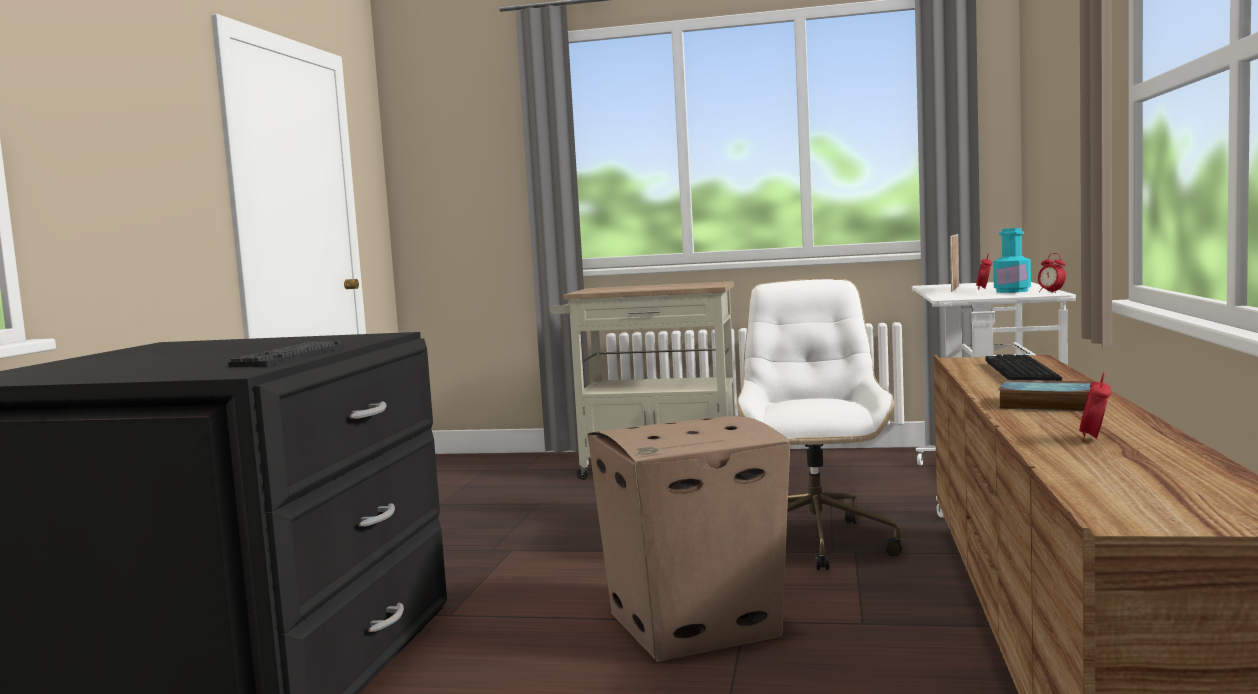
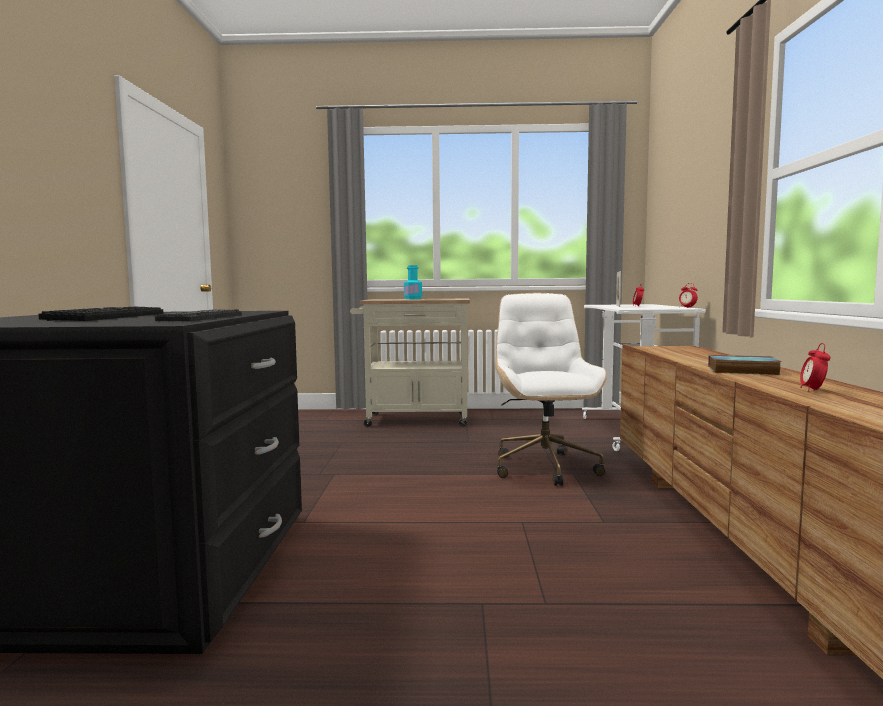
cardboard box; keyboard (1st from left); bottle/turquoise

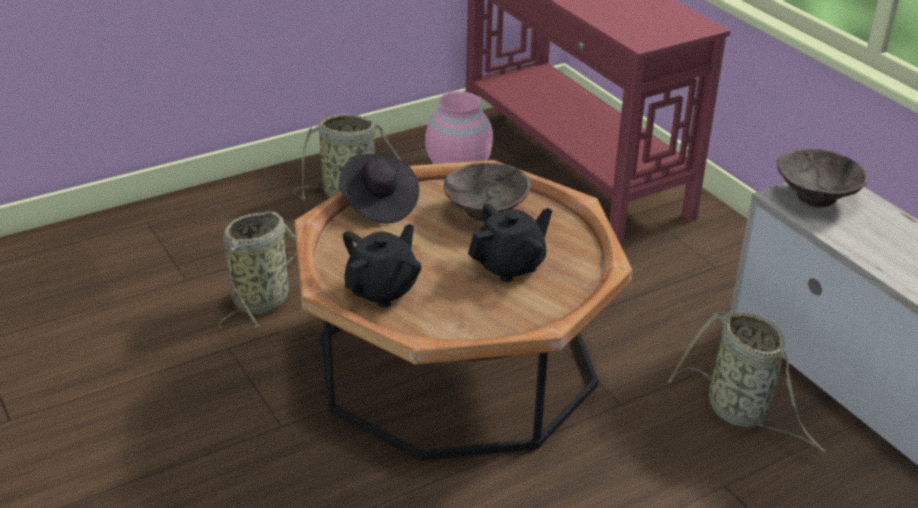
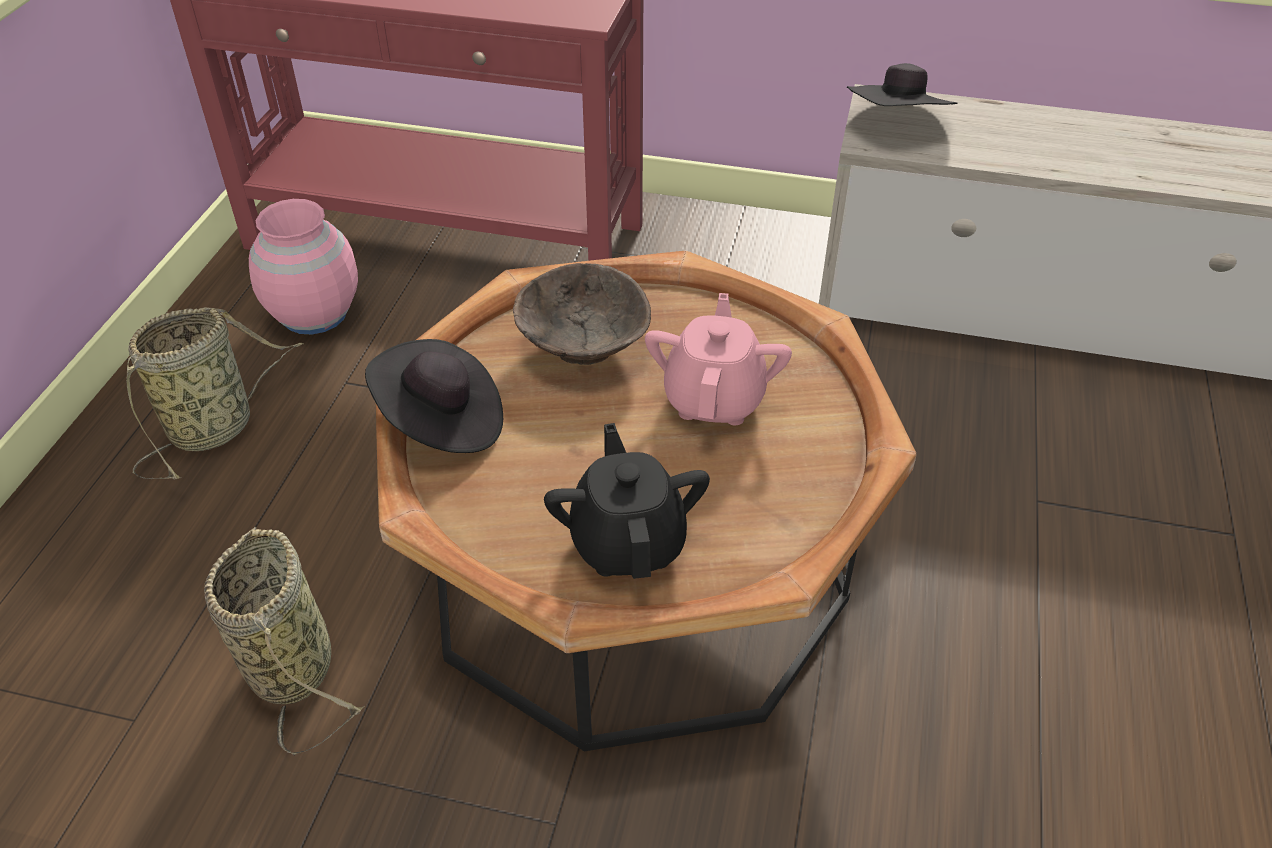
teapot/pink; basket (3rd from left in the first image); hat/black (2nd from left)

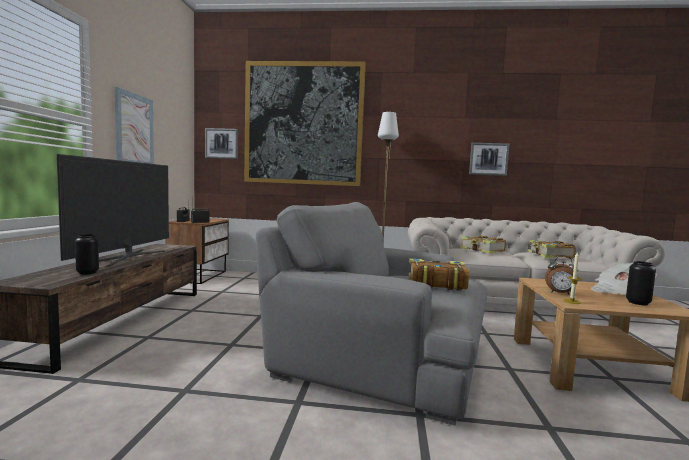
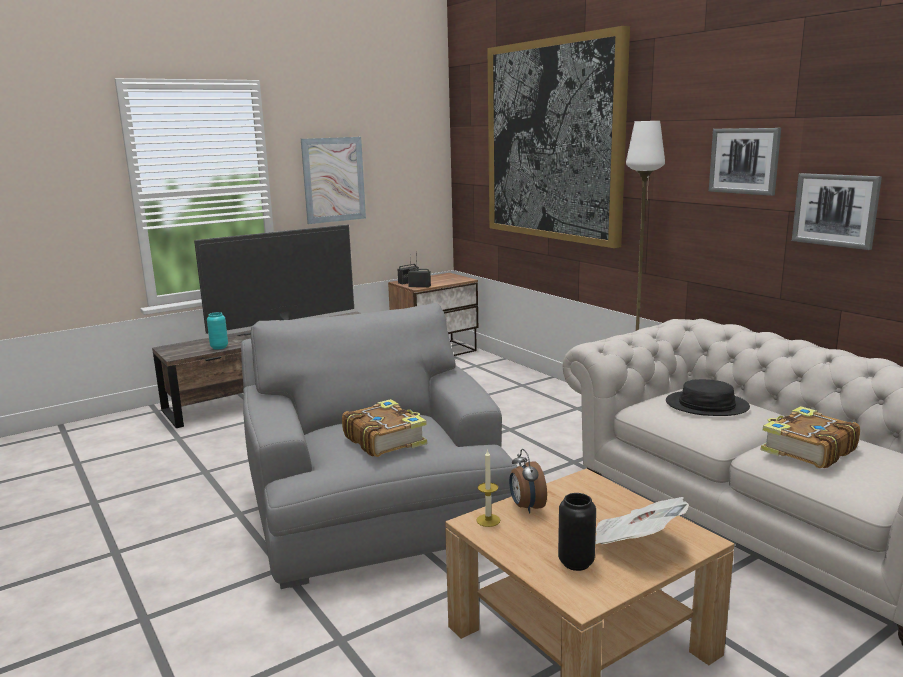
vase/turquoise; picture (3rd from left); hat/black

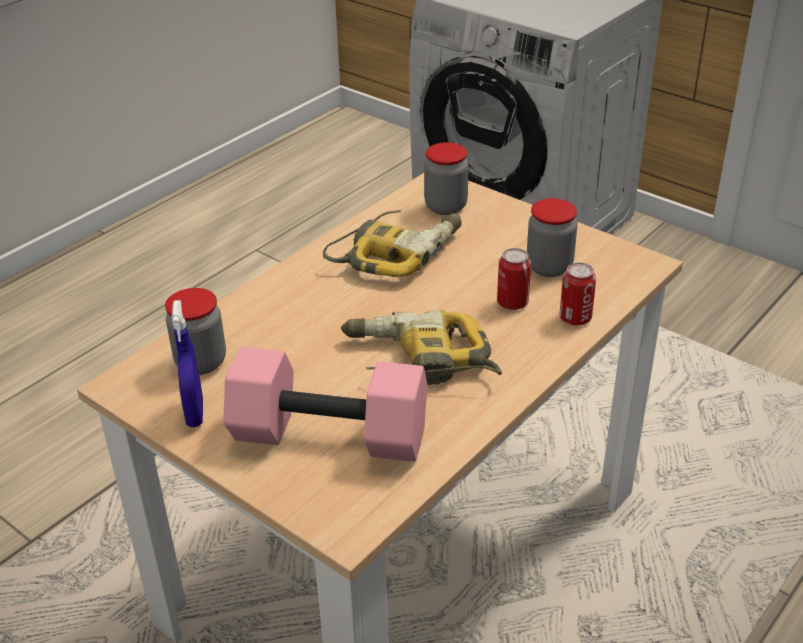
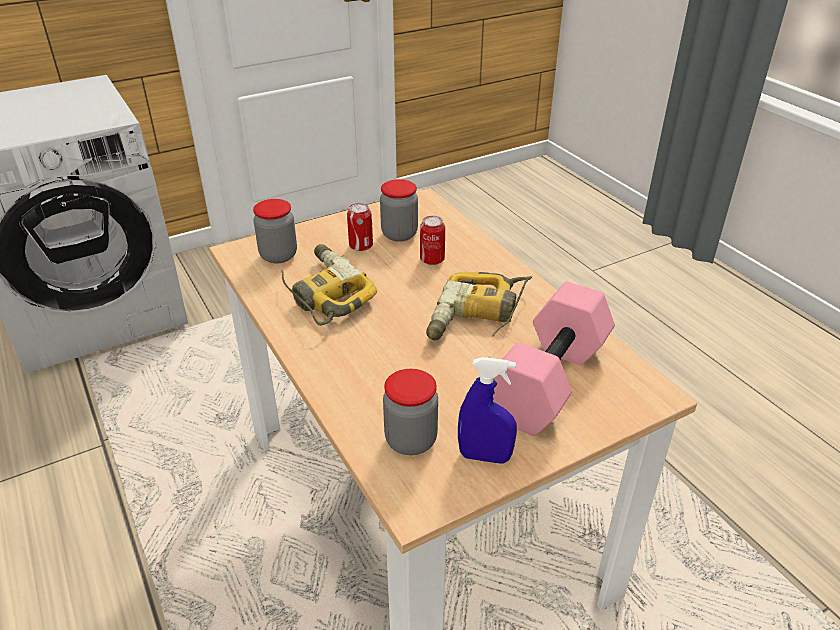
can (1st from left)

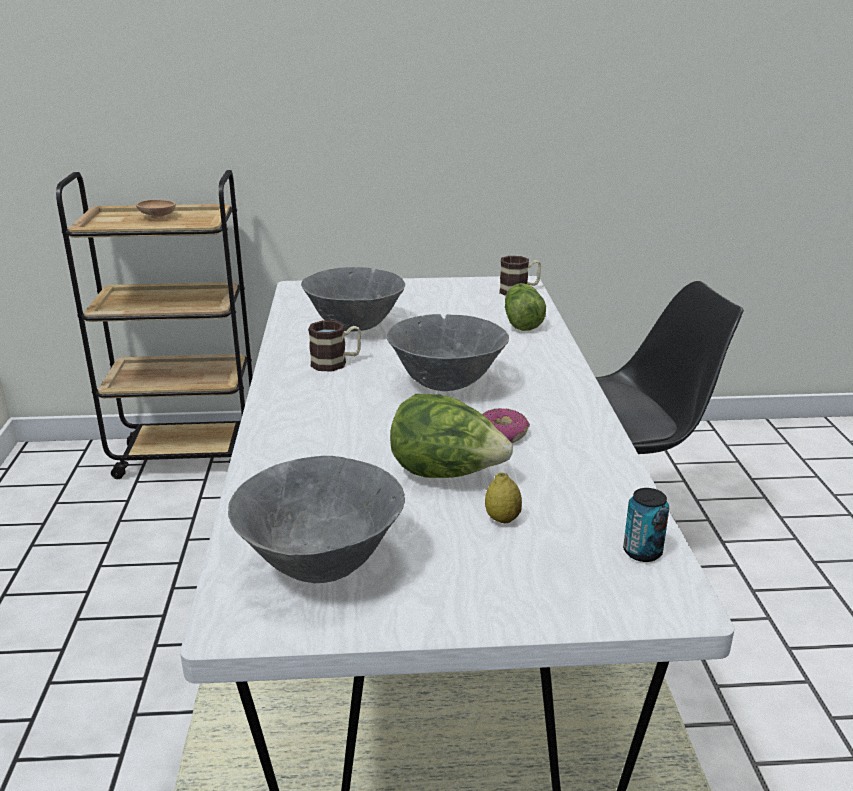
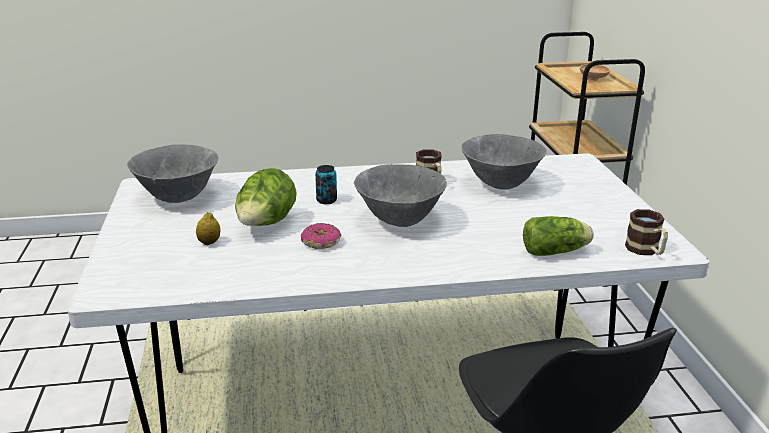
can

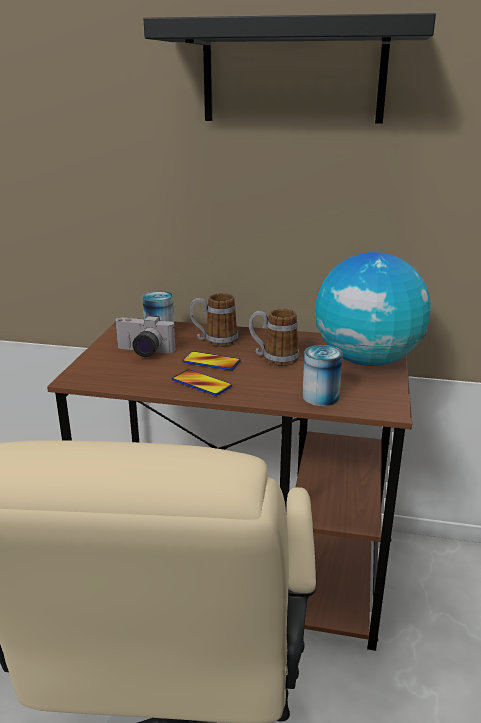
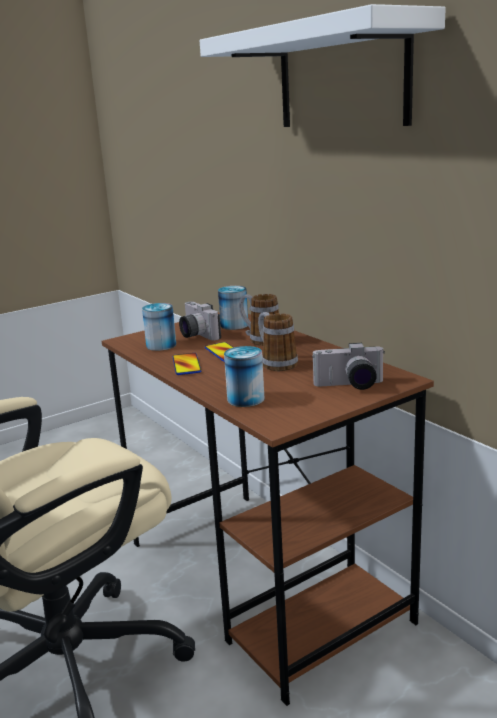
shelf/white; photo camera (2nd from left); can (1st from left)

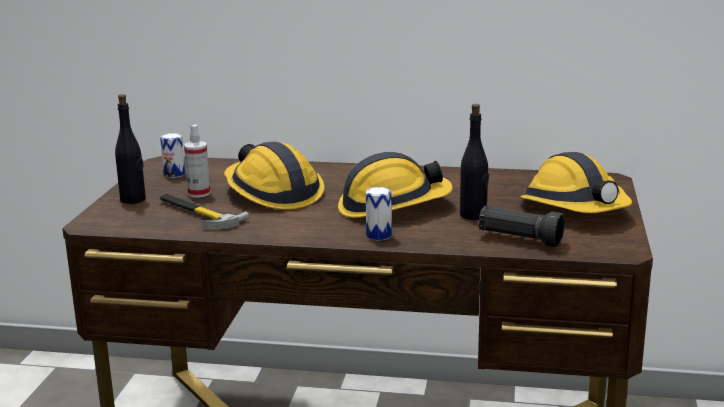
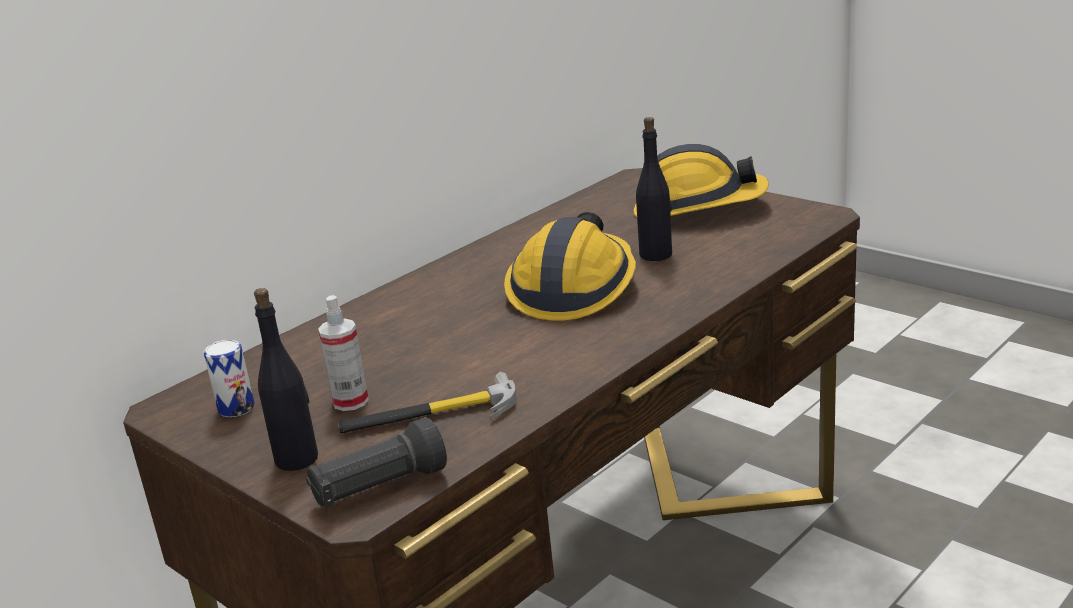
hard hat (1st from left in the first image); can (2nd from left in the first image); flashlight/black

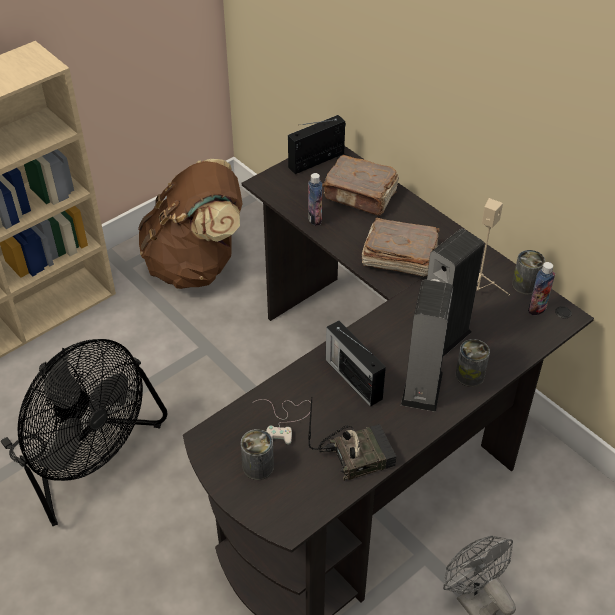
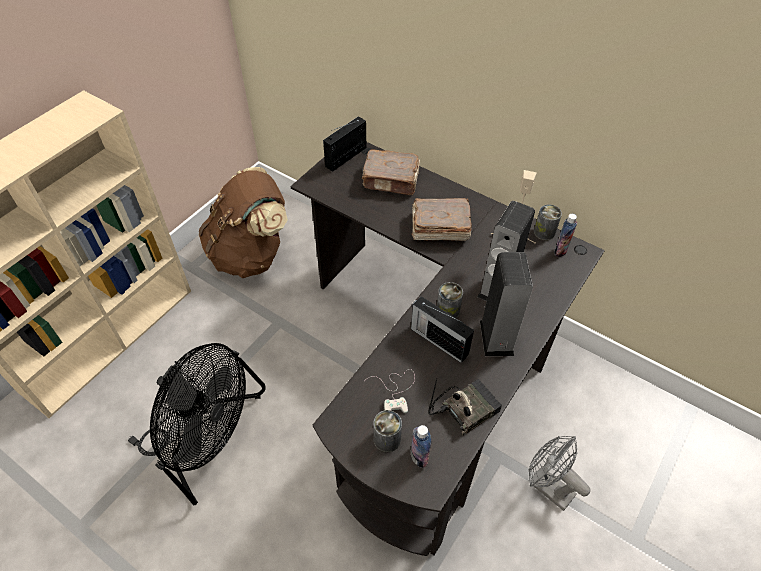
bottle (1st from left); can (2nd from left)

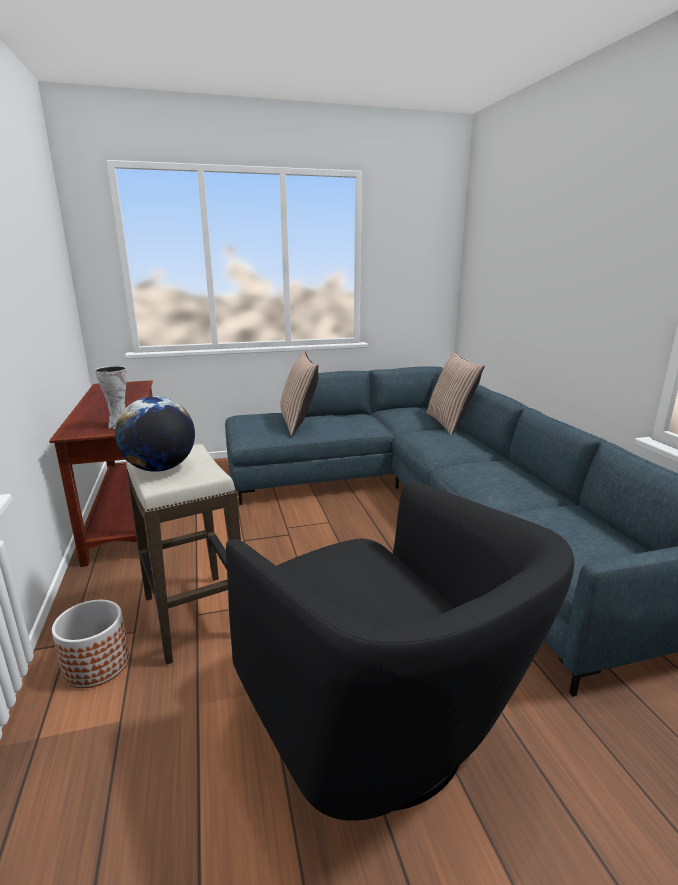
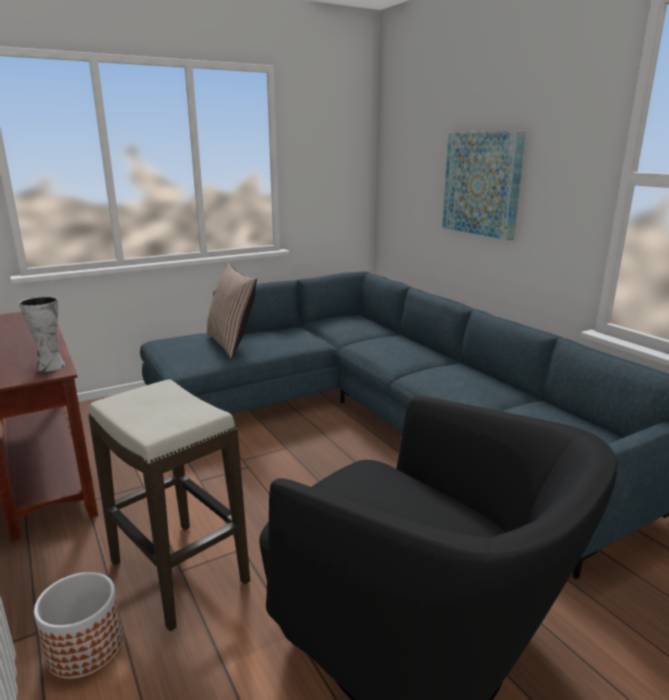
globe; pillow (2nd from left in the first image); picture

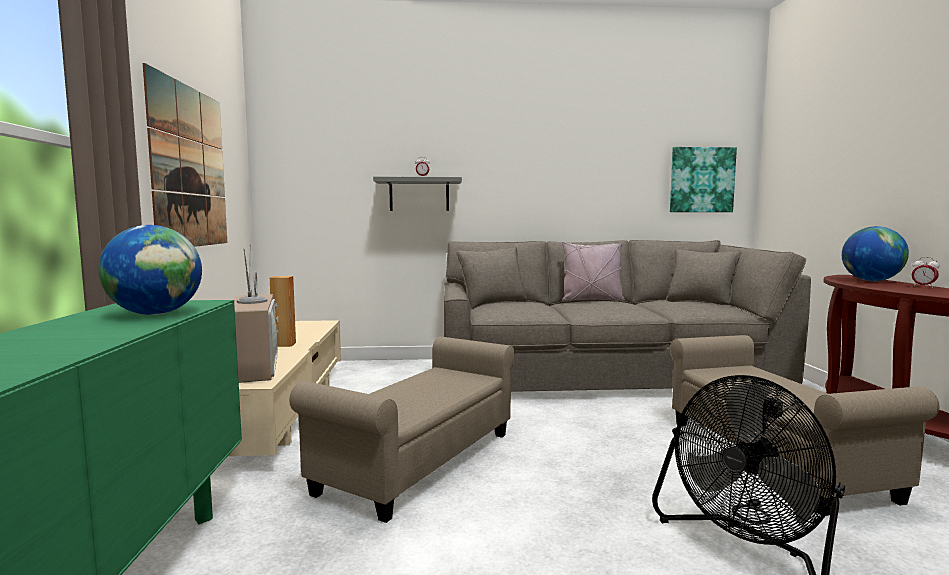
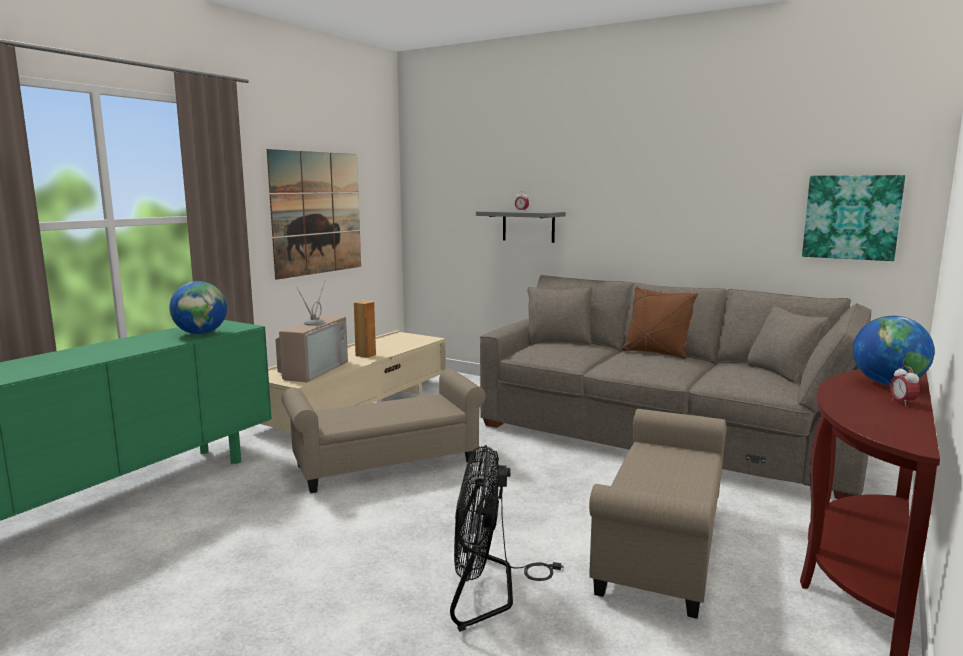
pillow/brown

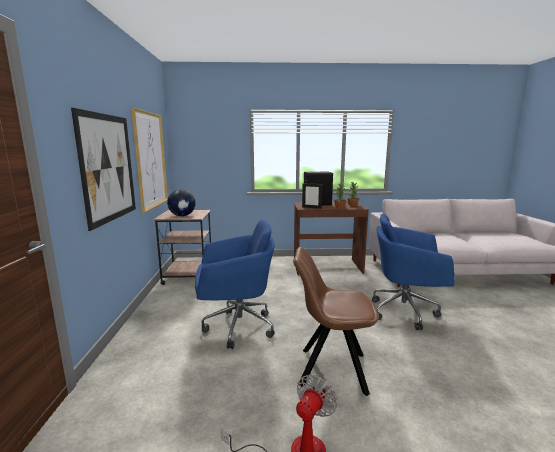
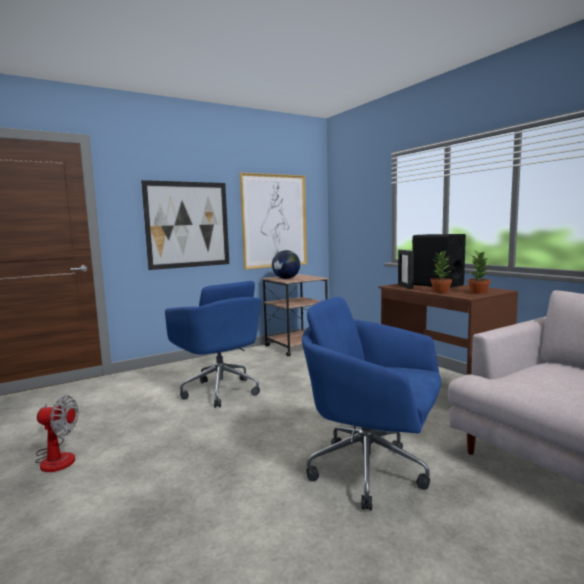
chair/brown; office chair/blue (2nd from left)

